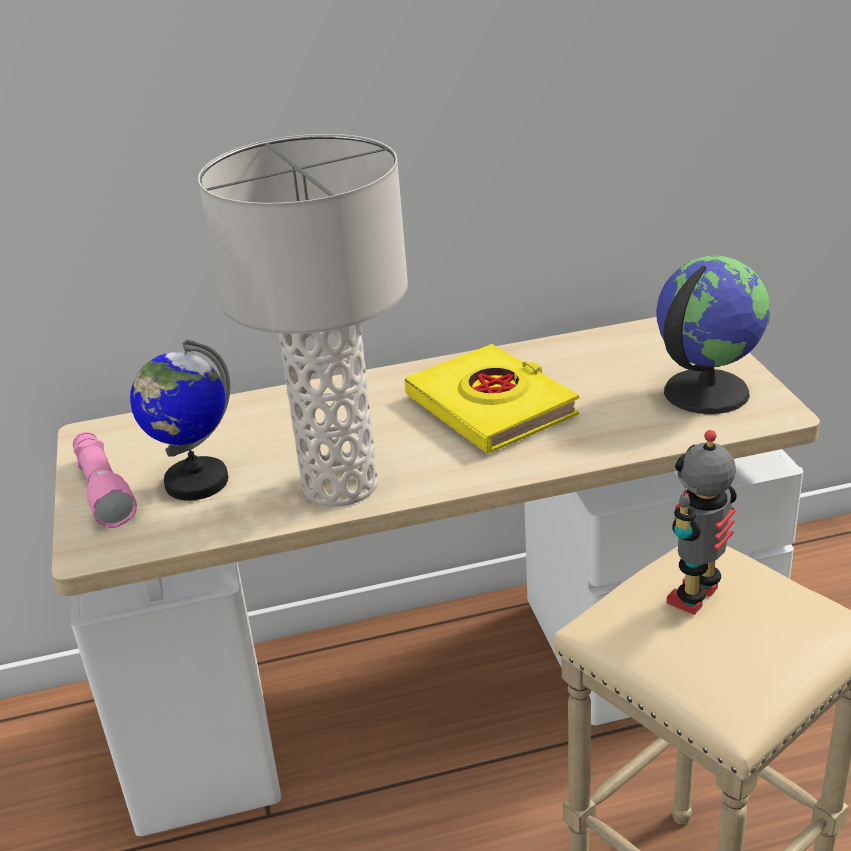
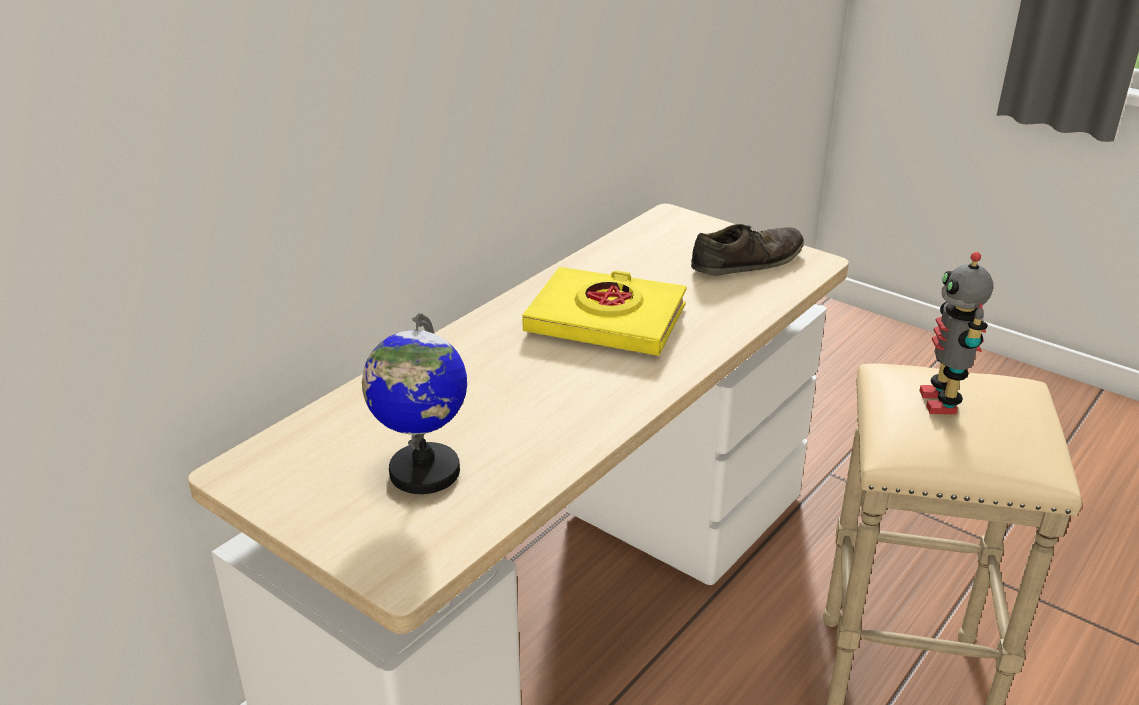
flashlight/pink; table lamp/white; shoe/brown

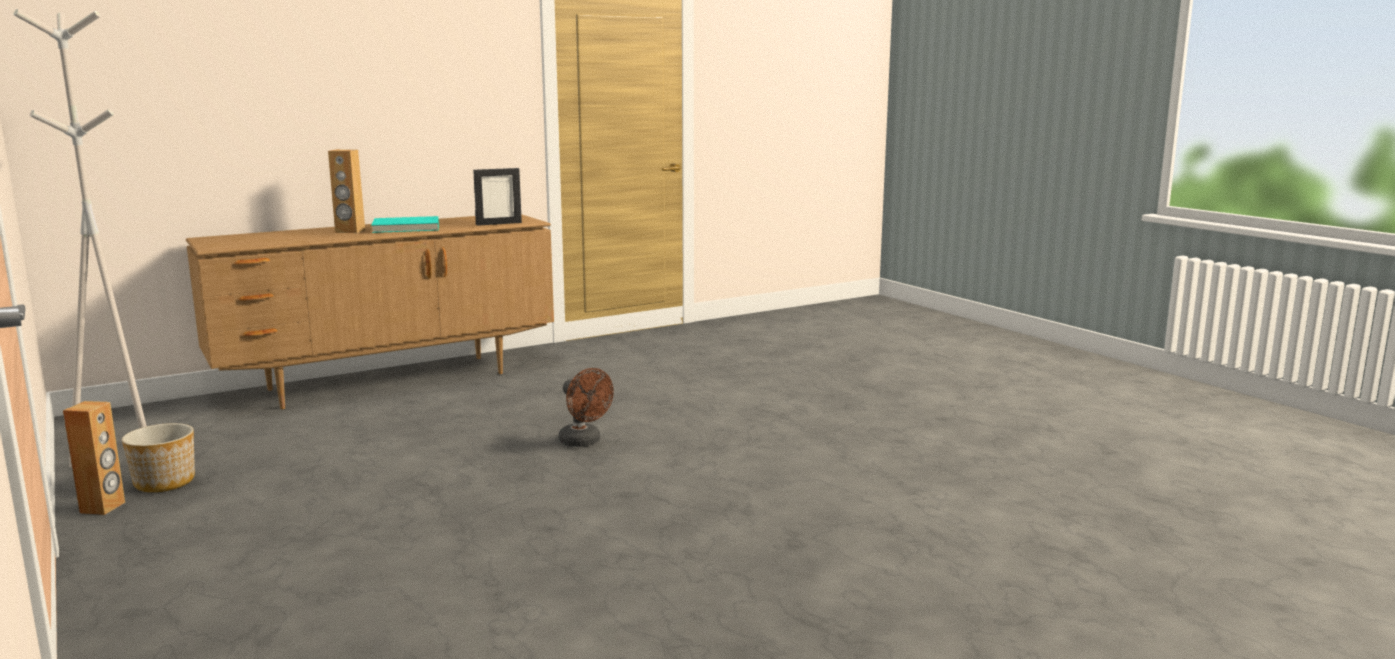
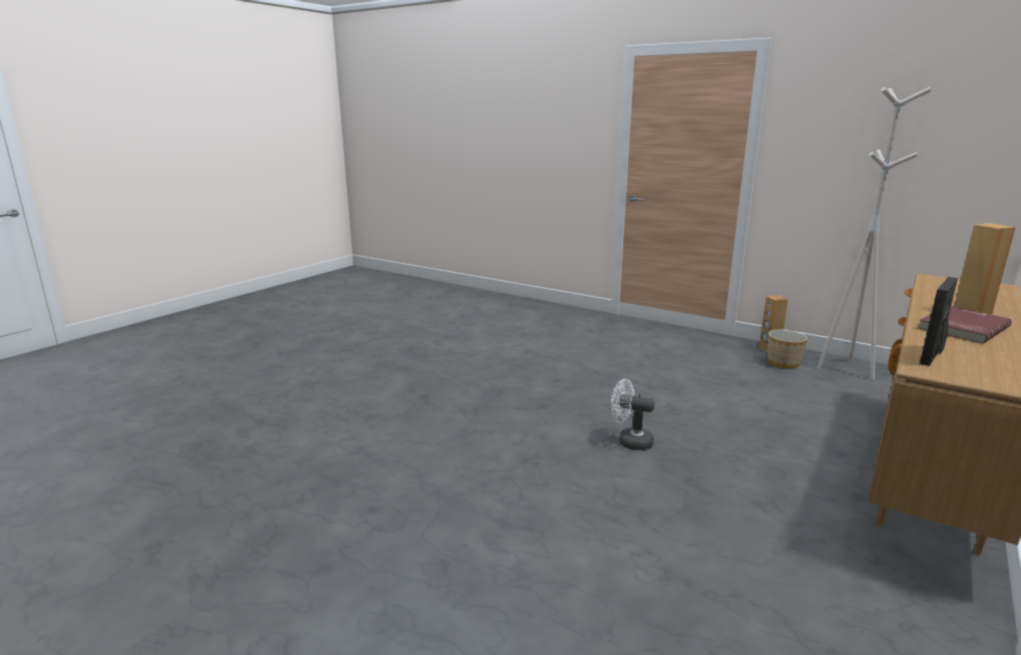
book/red; fan/white

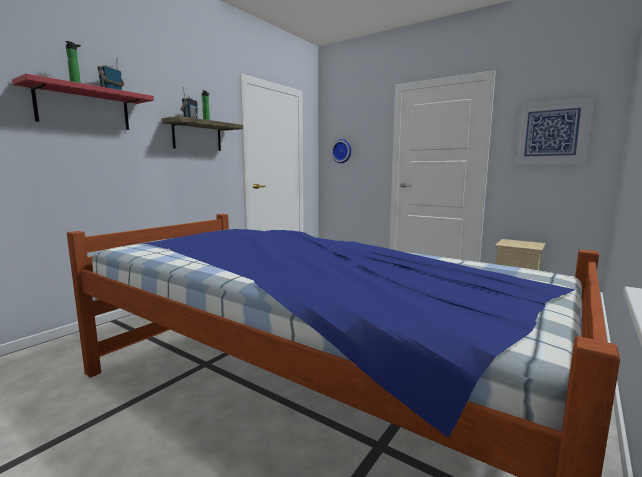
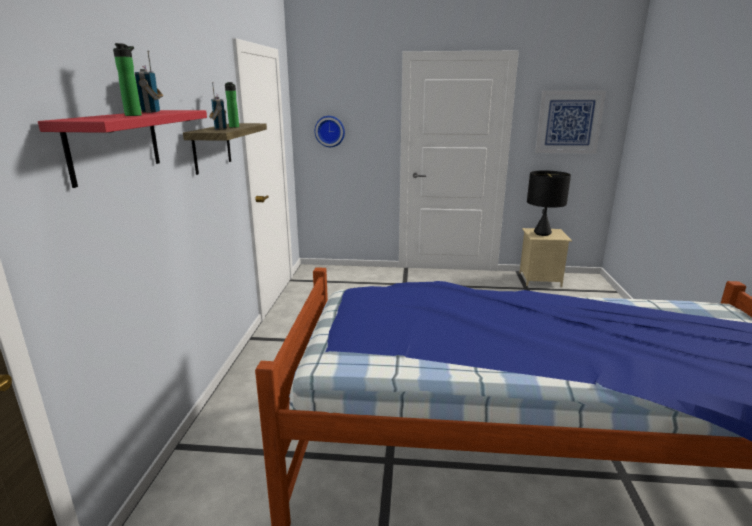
table lamp/black

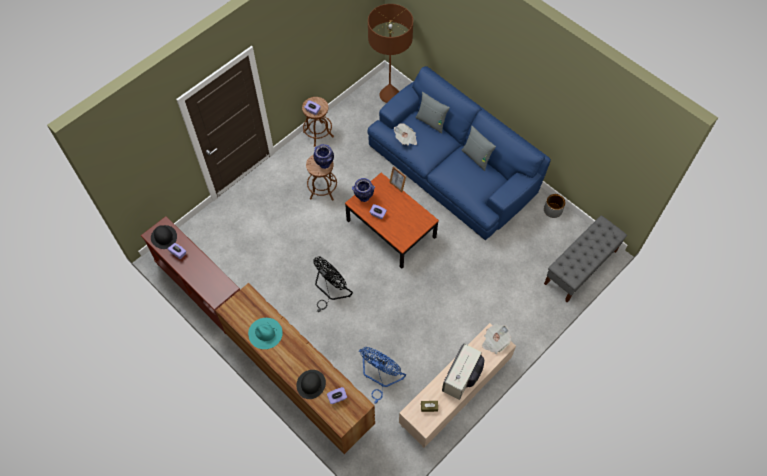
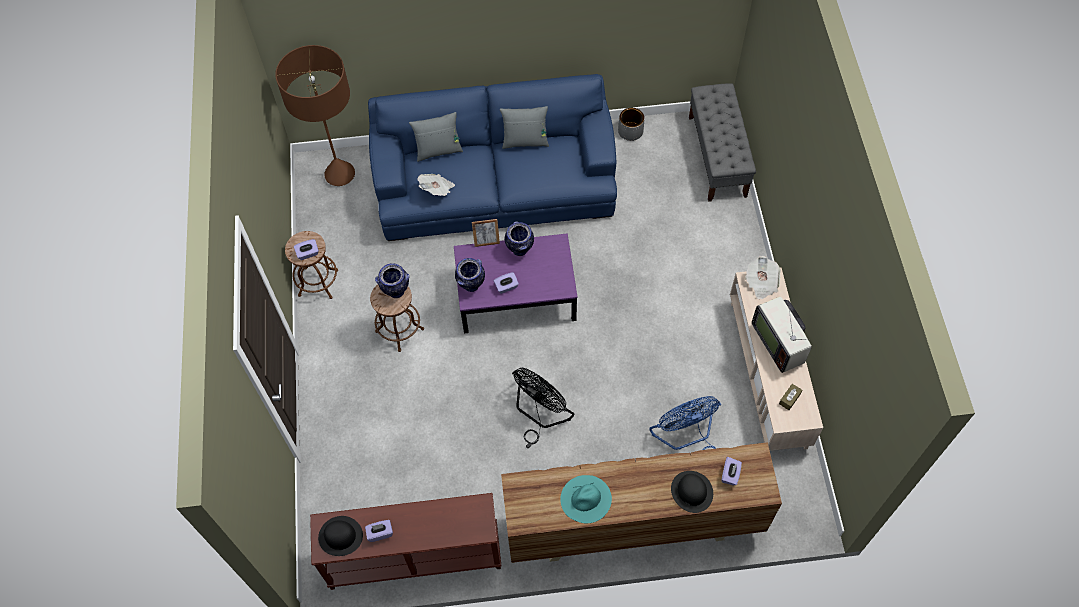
fan/black; coffee table/purple; vase (3rd from left)

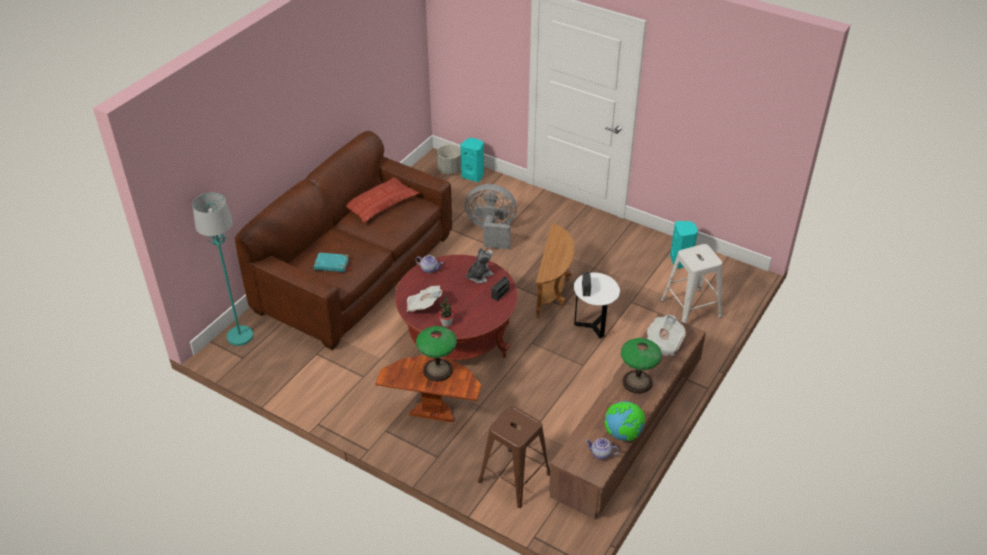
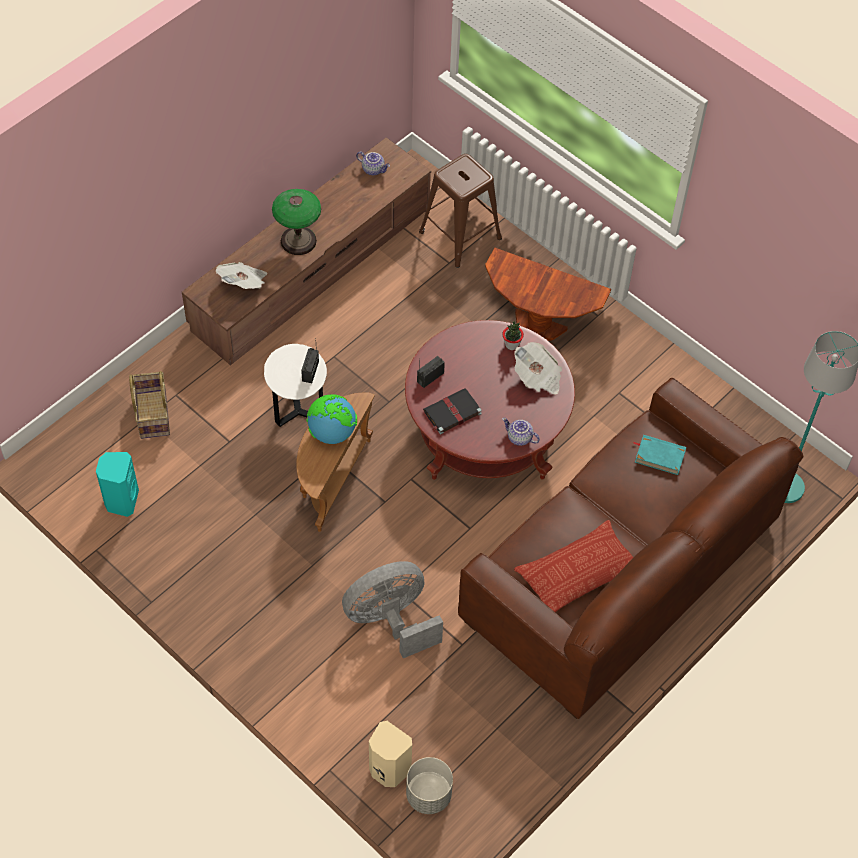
table lamp (1st from left in the first image); speaker/beige; fan/grey; book/black; globe; basket

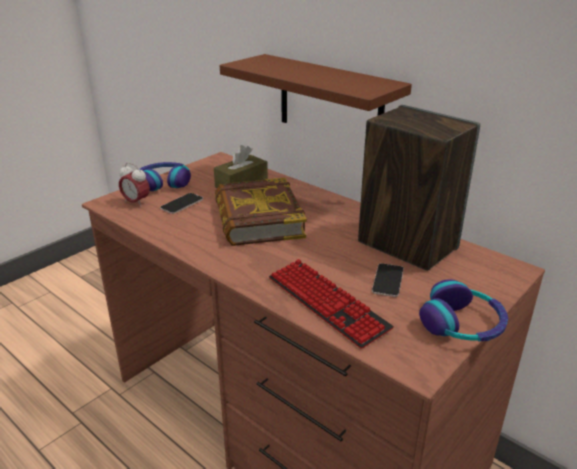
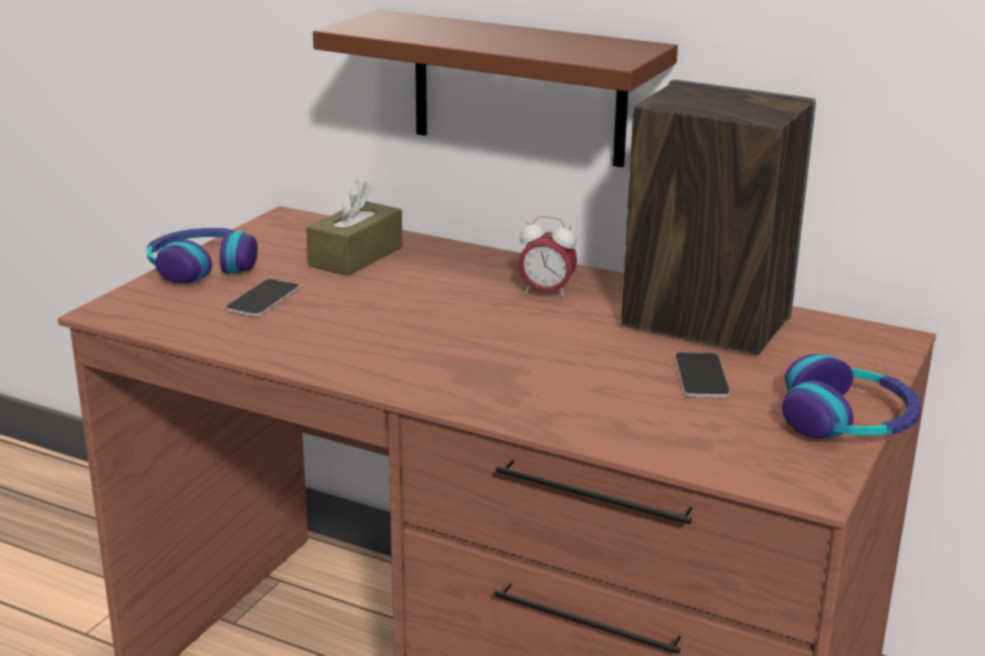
alarm clock; book; keyboard

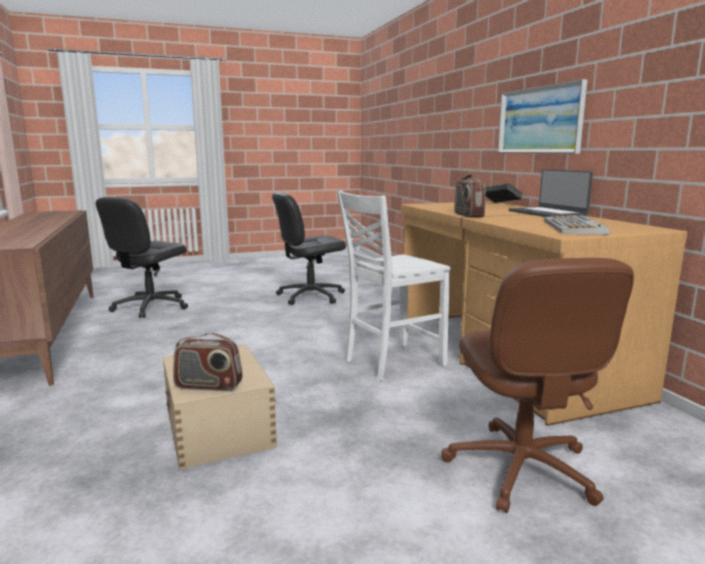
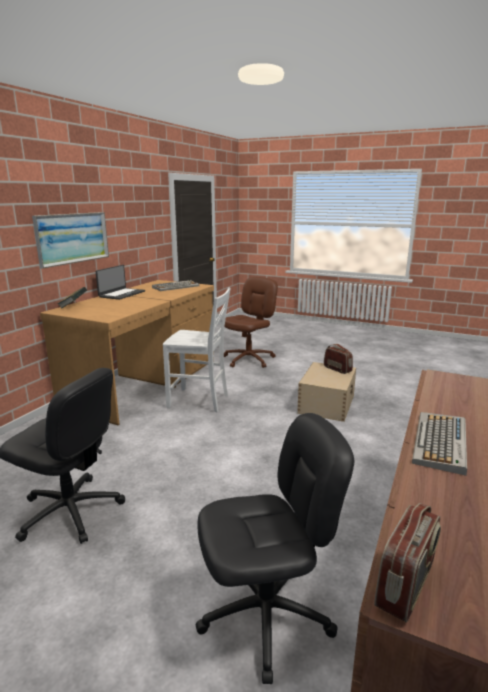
radio (2nd from left); keyboard (2nd from left)

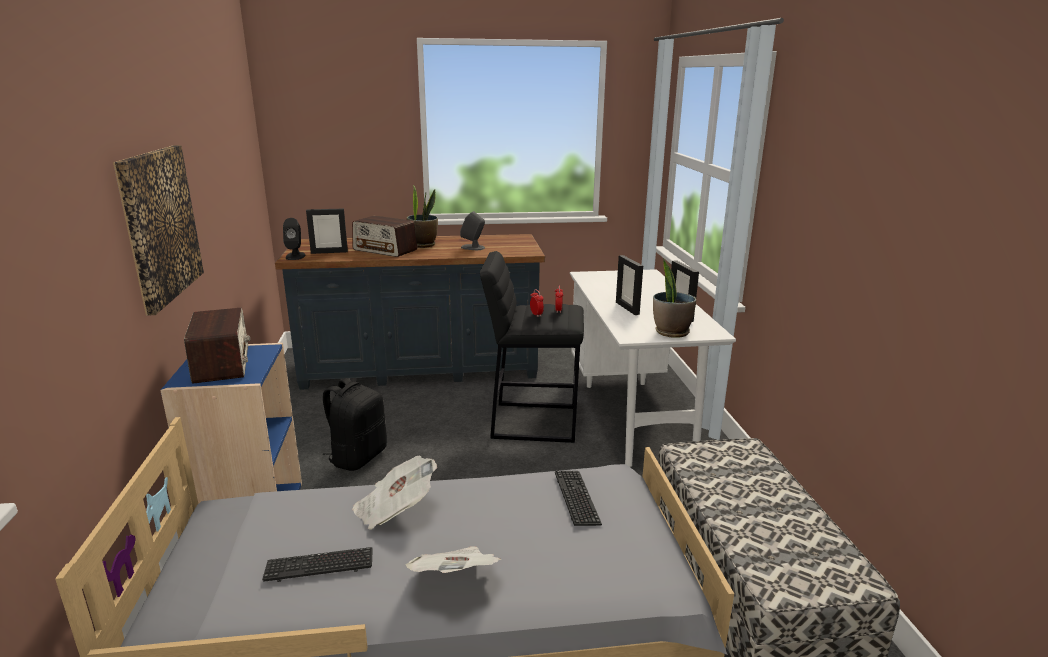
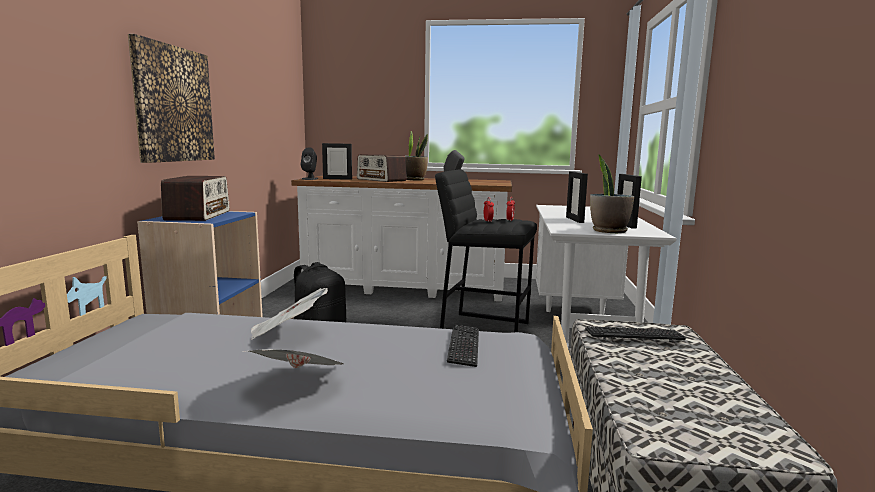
keyboard (2nd from left); dresser/white

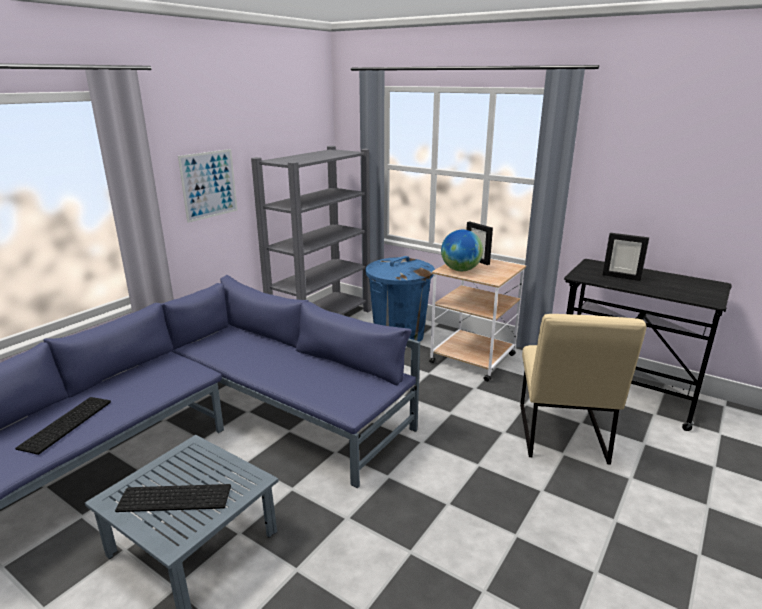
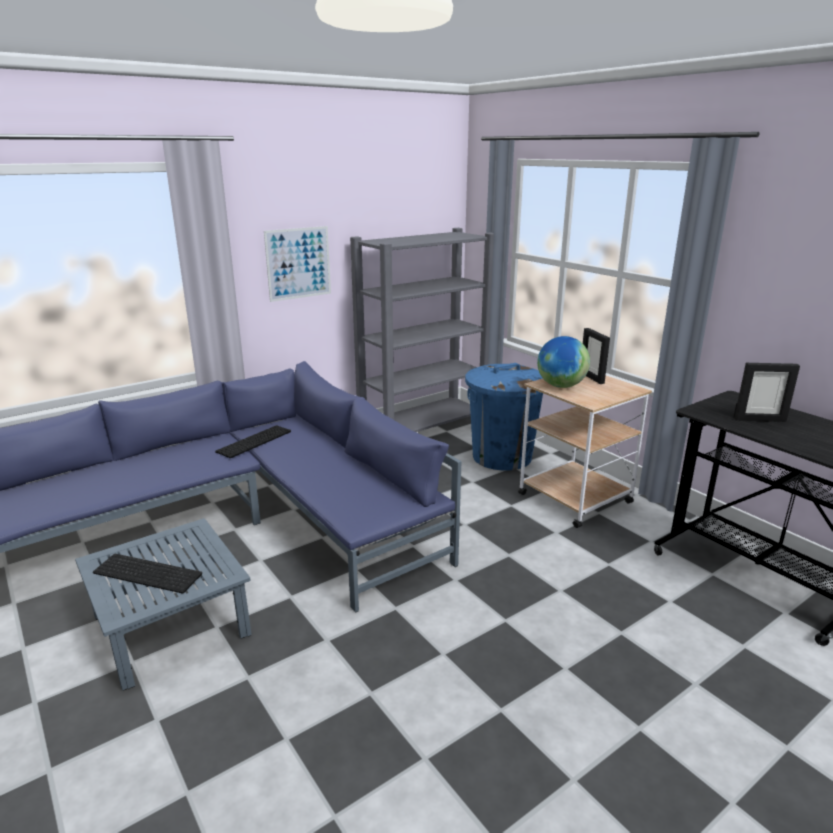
keyboard (2nd from left); chair/beige; picture frame (2nd from left)

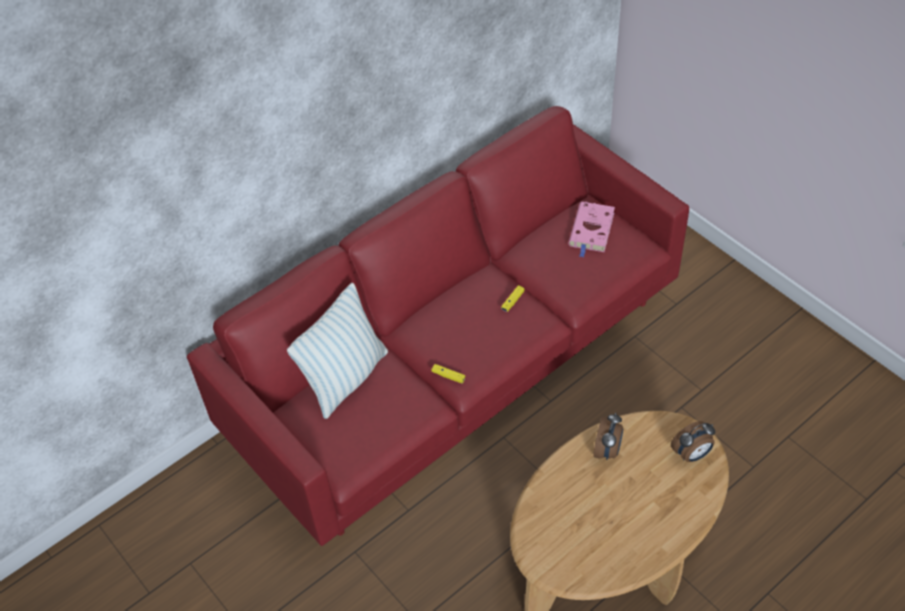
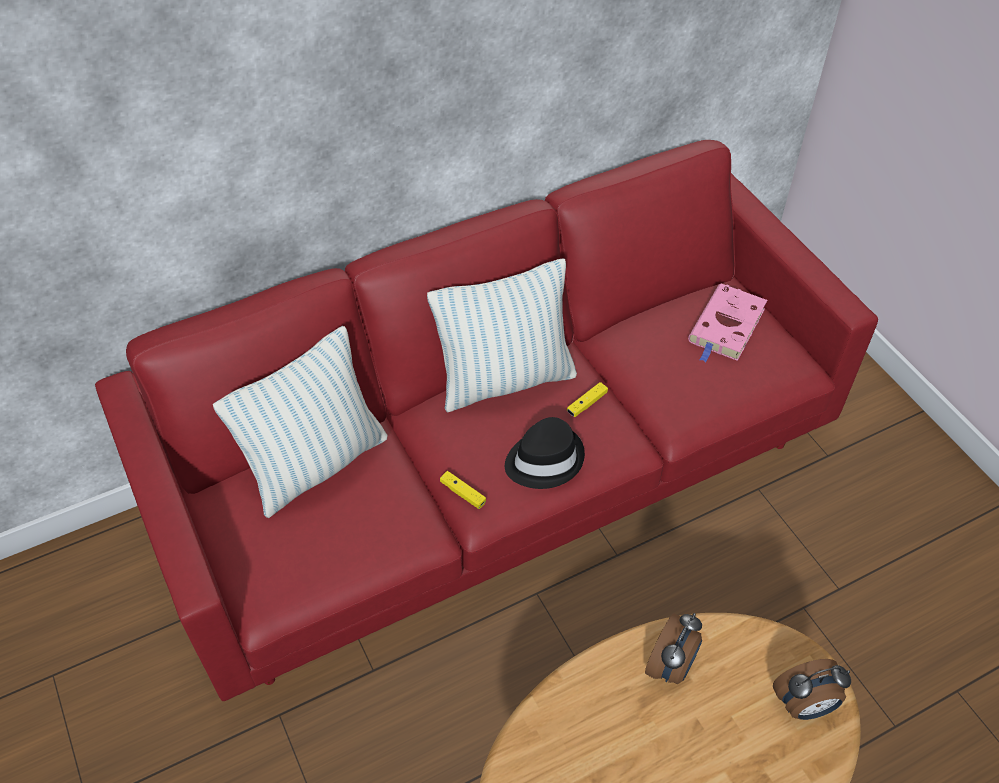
pillow (2nd from left); hat/black

